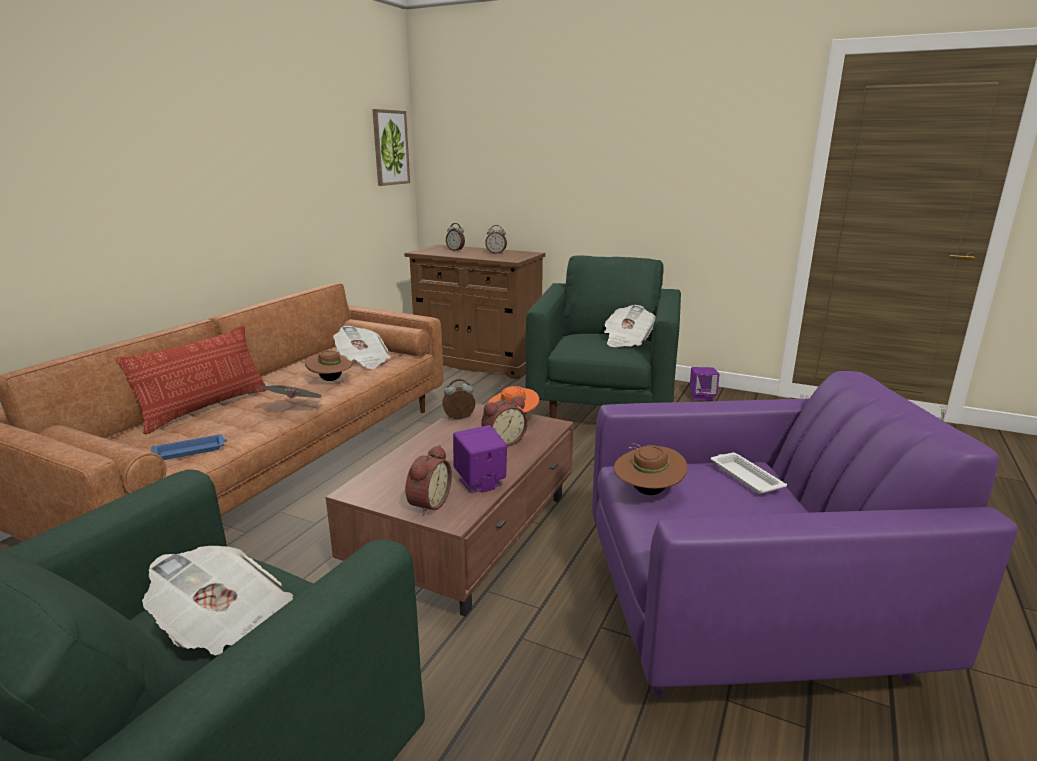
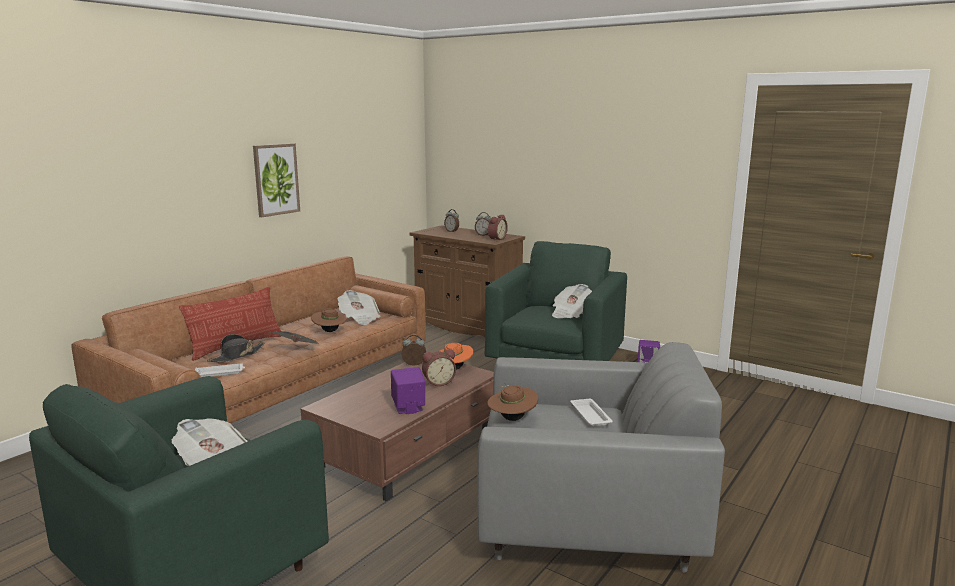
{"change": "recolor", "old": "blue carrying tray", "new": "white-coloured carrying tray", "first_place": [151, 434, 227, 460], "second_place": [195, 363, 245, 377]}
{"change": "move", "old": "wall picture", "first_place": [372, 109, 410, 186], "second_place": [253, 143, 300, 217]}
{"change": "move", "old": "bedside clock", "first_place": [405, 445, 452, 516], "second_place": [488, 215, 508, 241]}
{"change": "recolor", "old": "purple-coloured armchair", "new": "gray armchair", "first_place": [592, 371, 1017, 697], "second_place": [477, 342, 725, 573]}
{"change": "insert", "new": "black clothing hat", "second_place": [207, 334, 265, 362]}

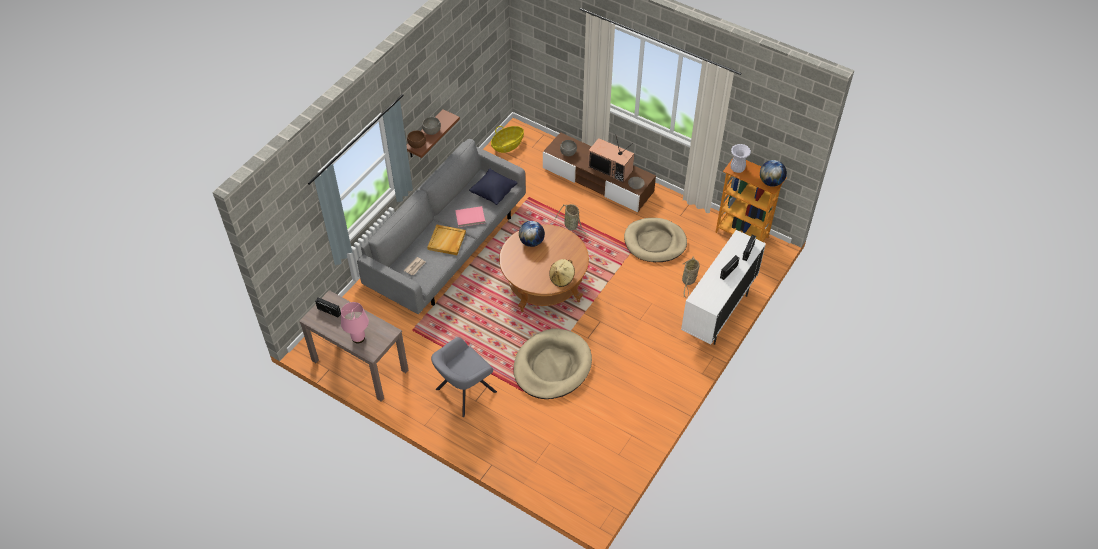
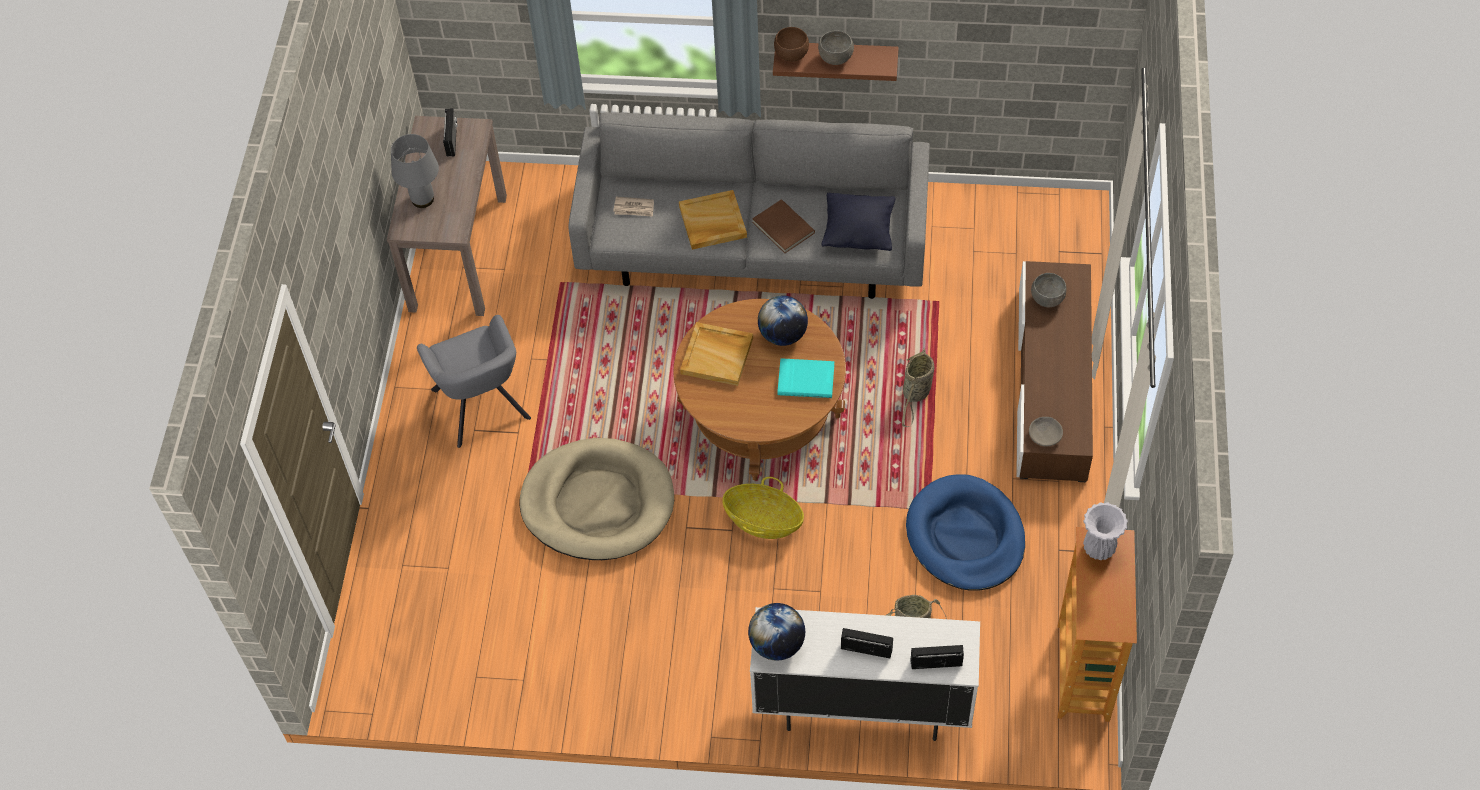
{"change": "recolor", "old": "pink tabletop lamp", "new": "gray tabletop lamp", "first_place": [341, 302, 369, 343], "second_place": [391, 134, 439, 208]}
{"change": "rotate", "old": "gray armchair", "first_place": [431, 337, 497, 417], "second_place": [417, 315, 531, 448], "degrees": -135}
{"change": "recolor", "old": "pink volume", "new": "brownish volume", "first_place": [455, 206, 485, 227], "second_place": [752, 199, 815, 253]}
{"change": "move", "old": "basket", "first_place": [491, 126, 524, 153], "second_place": [722, 477, 804, 539]}
{"change": "delete", "old": "beige clothing hat", "first_place": [549, 259, 575, 287]}
{"change": "delete", "old": "television", "first_place": [588, 133, 634, 182]}
{"change": "recolor", "old": "beige dog bed", "new": "blue dog bed", "first_place": [624, 218, 687, 262], "second_place": [906, 474, 1025, 591]}
{"change": "move", "old": "world globe", "first_place": [760, 160, 787, 187], "second_place": [748, 603, 805, 661]}
{"change": "insert", "new": "beige carrying tray", "second_place": [680, 322, 753, 386]}
{"change": "insert", "new": "turquoise-coloured volume", "second_place": [777, 358, 834, 398]}

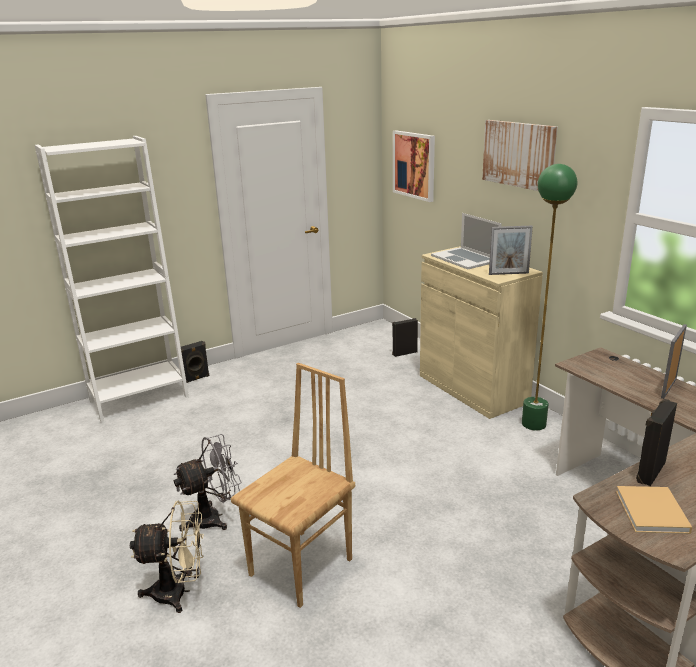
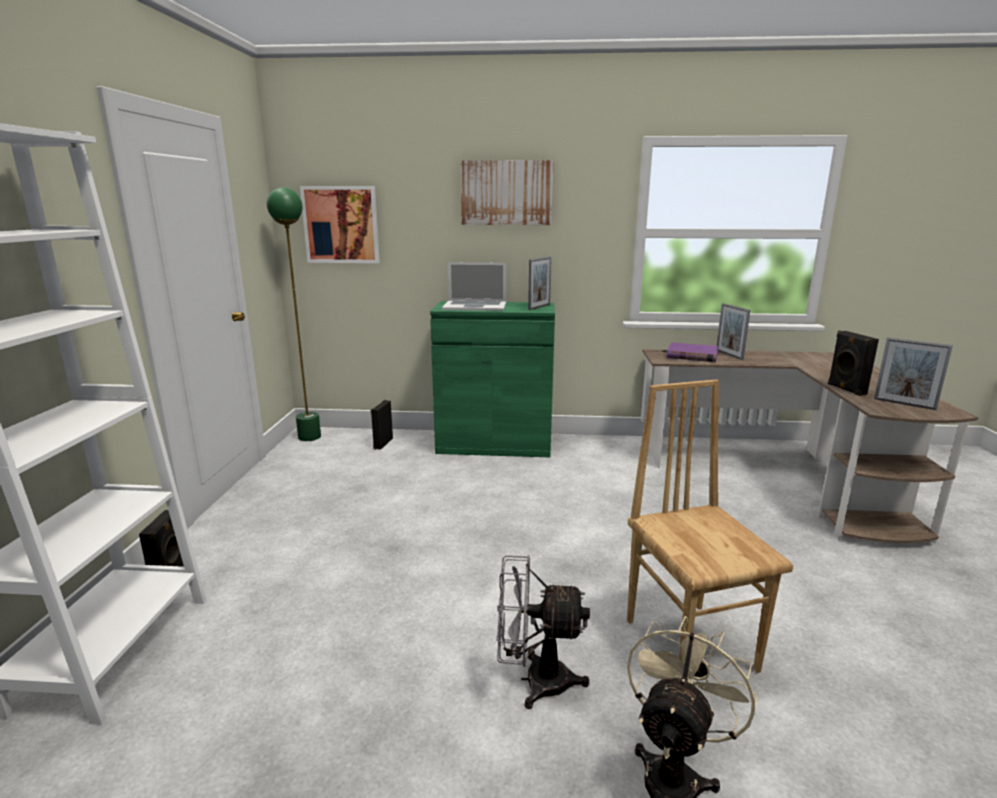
{"change": "rotate", "old": "gray electric fan", "first_place": [173, 434, 241, 531], "second_place": [496, 555, 590, 709], "degrees": -90}
{"change": "recolor", "old": "beige storage cabinet", "new": "green storage cabinet", "first_place": [420, 246, 543, 419], "second_place": [430, 301, 555, 457]}
{"change": "move", "old": "green standard lamp", "first_place": [522, 164, 577, 431], "second_place": [267, 187, 321, 441]}
{"change": "replace", "old": "beige volume", "new": "photo frame", "first_place": [616, 486, 692, 534], "second_place": [874, 337, 953, 410]}
{"change": "insert", "new": "purple-coloured volume", "second_place": [667, 342, 718, 362]}

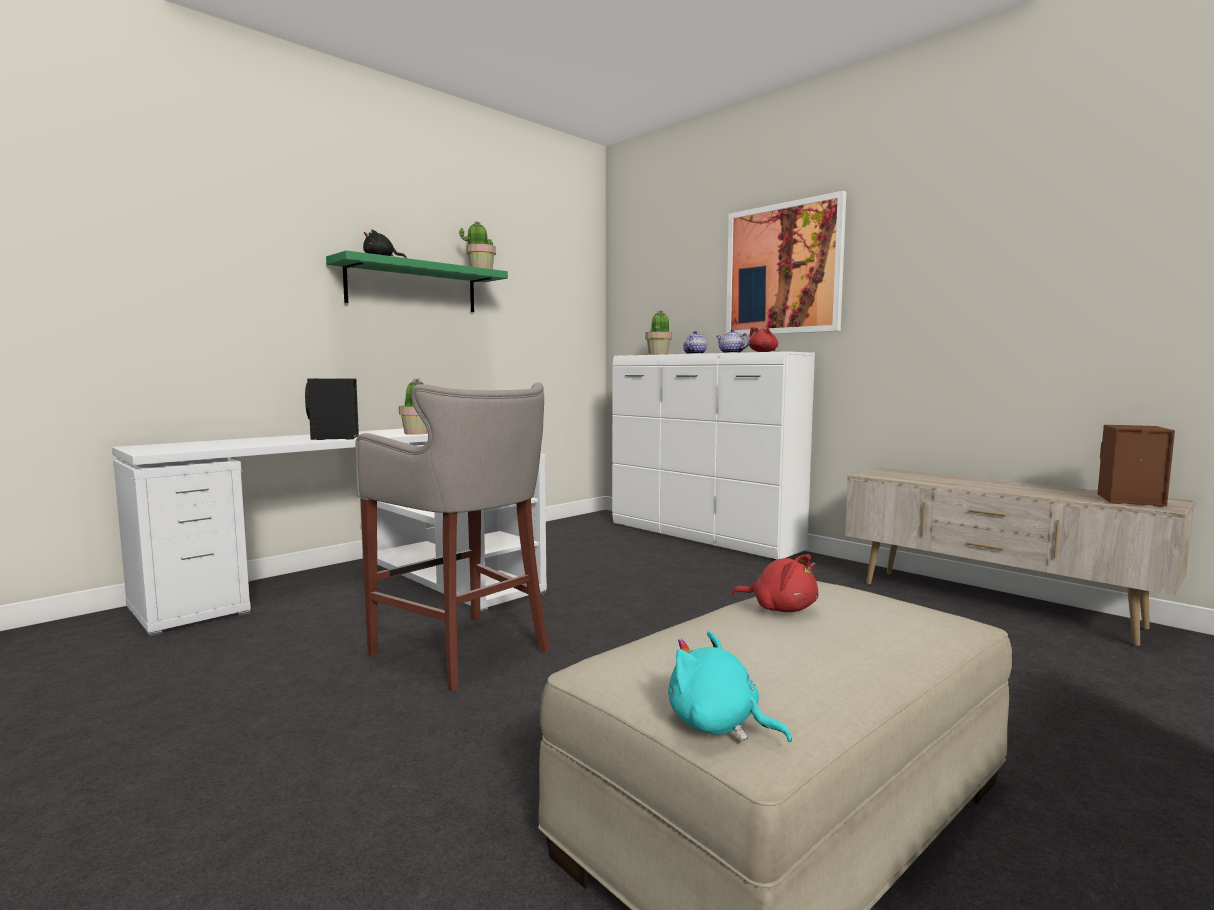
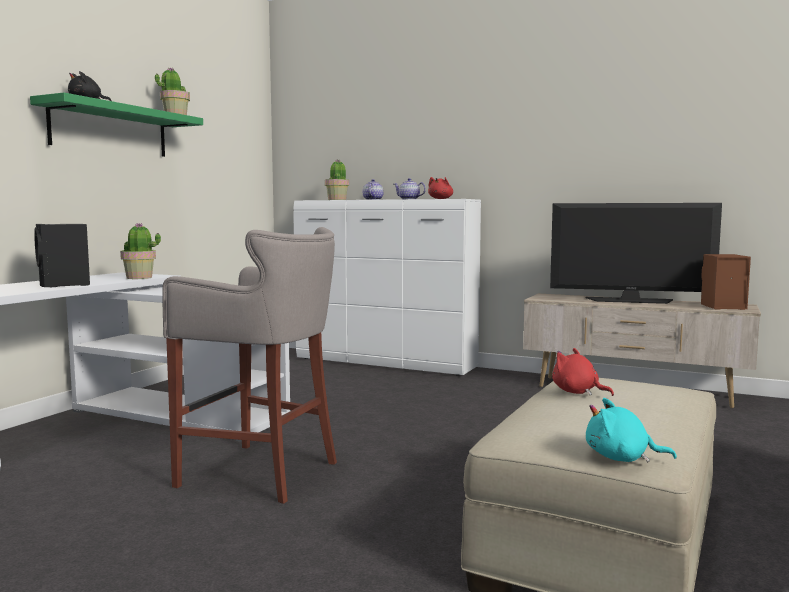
{"change": "delete", "old": "wall picture", "first_place": [726, 191, 846, 335]}
{"change": "rotate", "old": "red cuddly toy", "first_place": [732, 554, 818, 612], "second_place": [552, 348, 614, 396], "degrees": -150}
{"change": "insert", "new": "television", "second_place": [550, 203, 722, 304]}

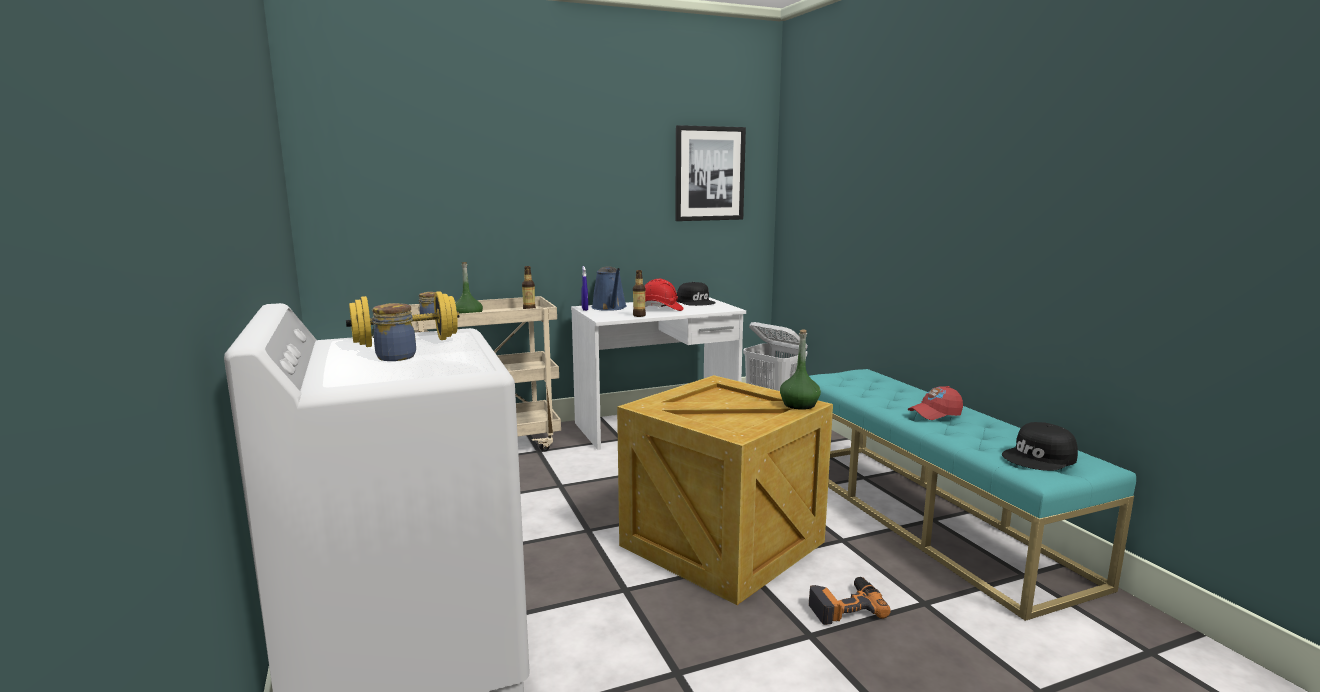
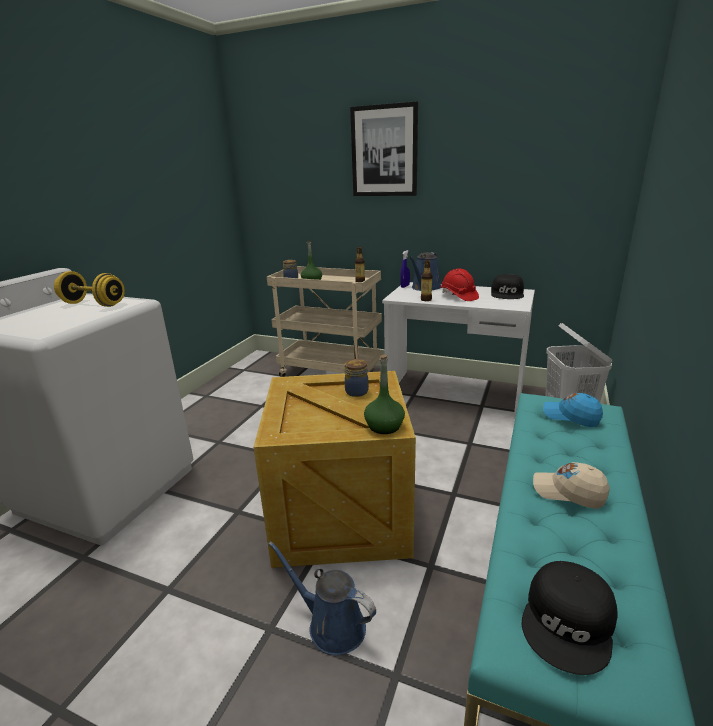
{"change": "move", "old": "preserve jar", "first_place": [372, 303, 416, 361], "second_place": [345, 359, 369, 397]}
{"change": "move", "old": "wall picture", "first_place": [675, 125, 746, 221], "second_place": [350, 101, 418, 196]}
{"change": "replace", "old": "electric drill", "new": "blue sprinkling can", "first_place": [809, 577, 891, 625], "second_place": [268, 541, 376, 655]}
{"change": "recolor", "old": "red baseball cap", "new": "beige baseball cap", "first_place": [908, 386, 963, 420], "second_place": [533, 462, 610, 509]}
{"change": "rotate", "old": "black baseball cap", "first_place": [1002, 422, 1078, 471], "second_place": [522, 561, 618, 675], "degrees": -75}
{"change": "insert", "new": "blue baseball cap", "second_place": [543, 393, 603, 427]}

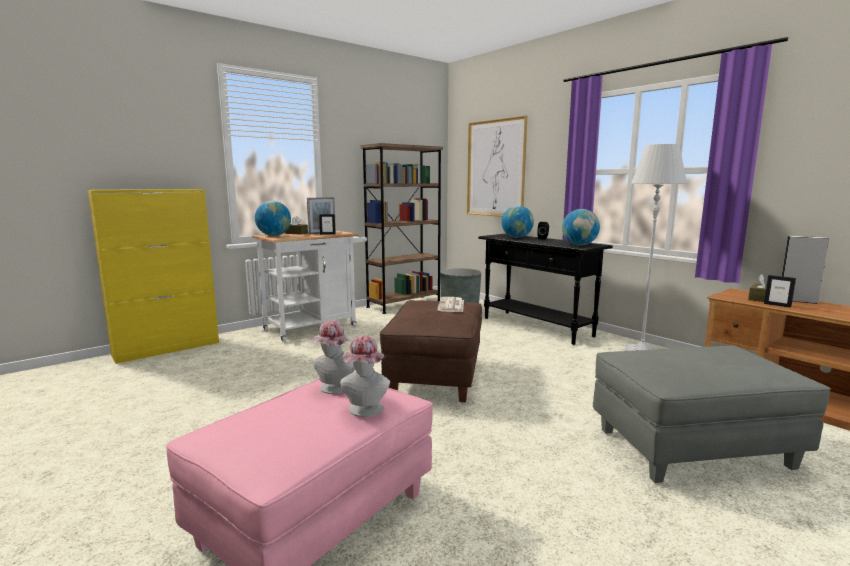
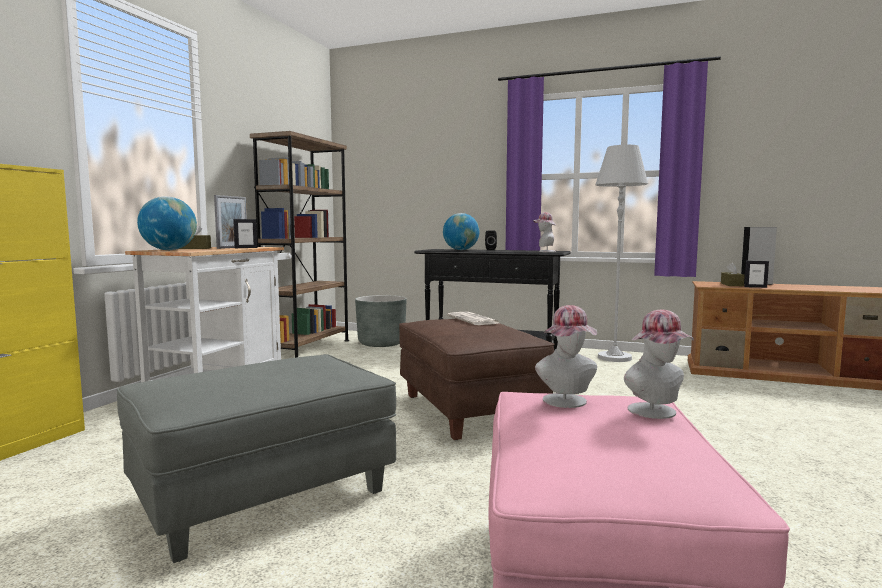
{"change": "delete", "old": "wall picture", "first_place": [467, 115, 527, 217]}
{"change": "replace", "old": "world globe", "new": "clothing hat", "first_place": [562, 209, 600, 246], "second_place": [533, 212, 556, 252]}
{"change": "move", "old": "gray ottoman", "first_place": [593, 345, 831, 483], "second_place": [117, 354, 396, 563]}

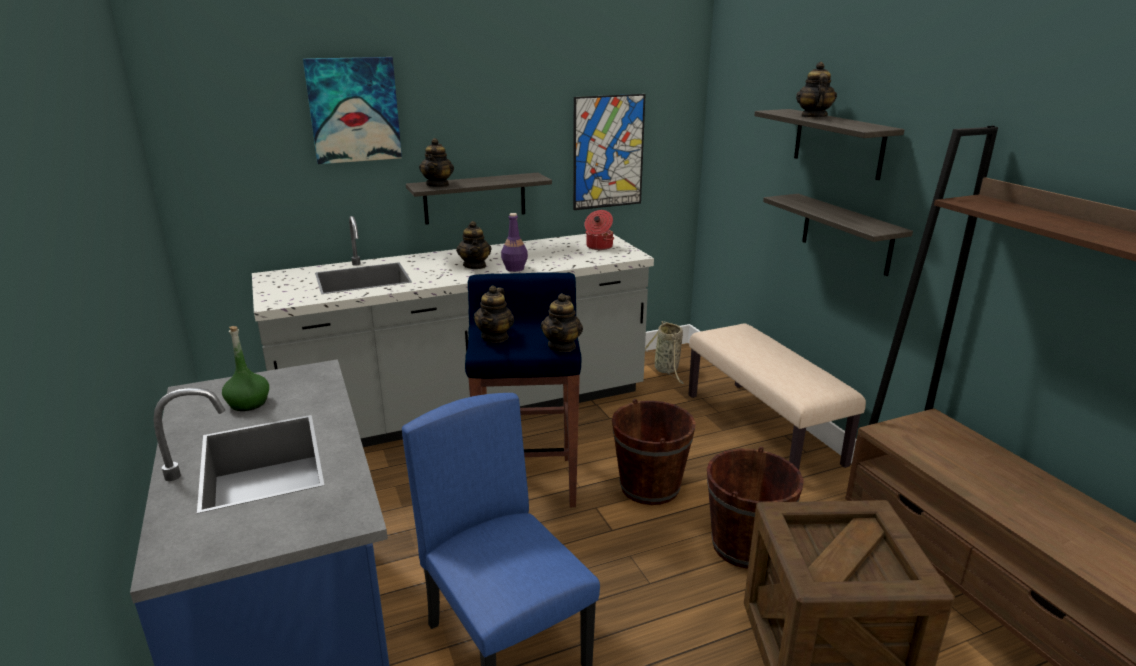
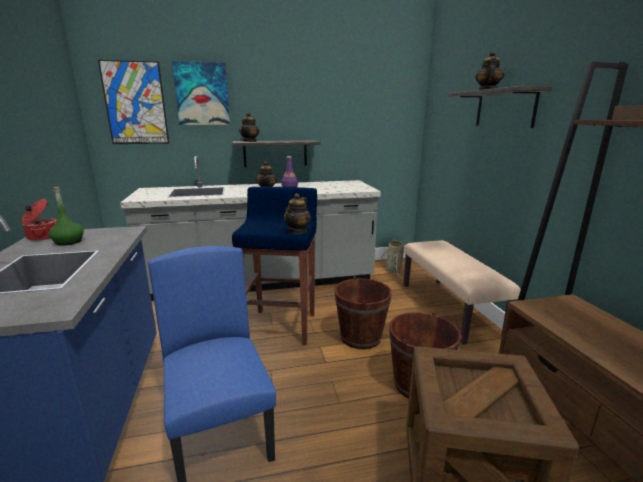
{"change": "delete", "old": "tea pot", "first_place": [474, 285, 514, 343]}
{"change": "move", "old": "wall picture", "first_place": [573, 94, 646, 210], "second_place": [98, 60, 169, 144]}
{"change": "move", "old": "stockpot", "first_place": [584, 210, 614, 250], "second_place": [22, 199, 57, 241]}
{"change": "delete", "old": "wall shelf", "first_place": [763, 194, 913, 276]}

